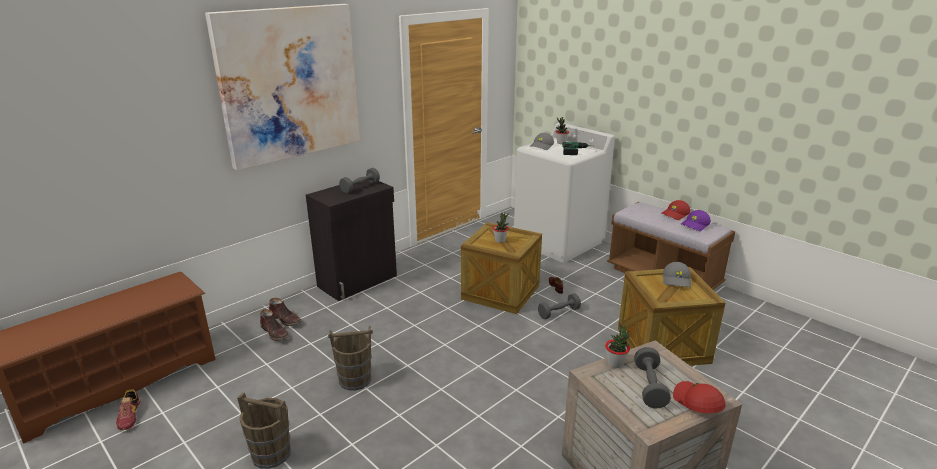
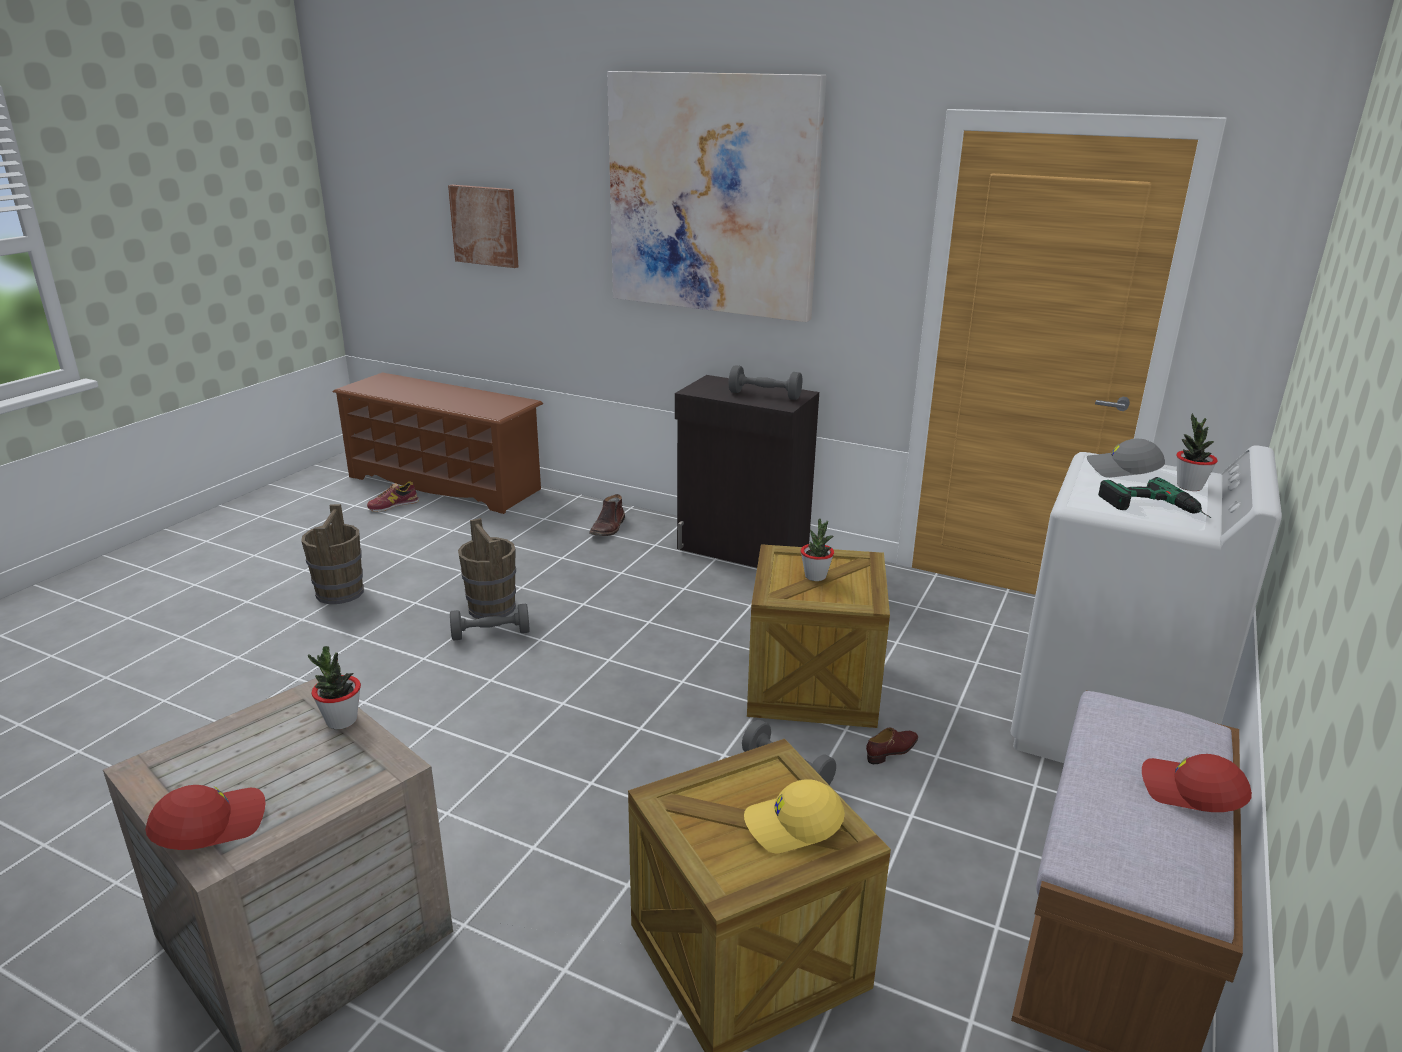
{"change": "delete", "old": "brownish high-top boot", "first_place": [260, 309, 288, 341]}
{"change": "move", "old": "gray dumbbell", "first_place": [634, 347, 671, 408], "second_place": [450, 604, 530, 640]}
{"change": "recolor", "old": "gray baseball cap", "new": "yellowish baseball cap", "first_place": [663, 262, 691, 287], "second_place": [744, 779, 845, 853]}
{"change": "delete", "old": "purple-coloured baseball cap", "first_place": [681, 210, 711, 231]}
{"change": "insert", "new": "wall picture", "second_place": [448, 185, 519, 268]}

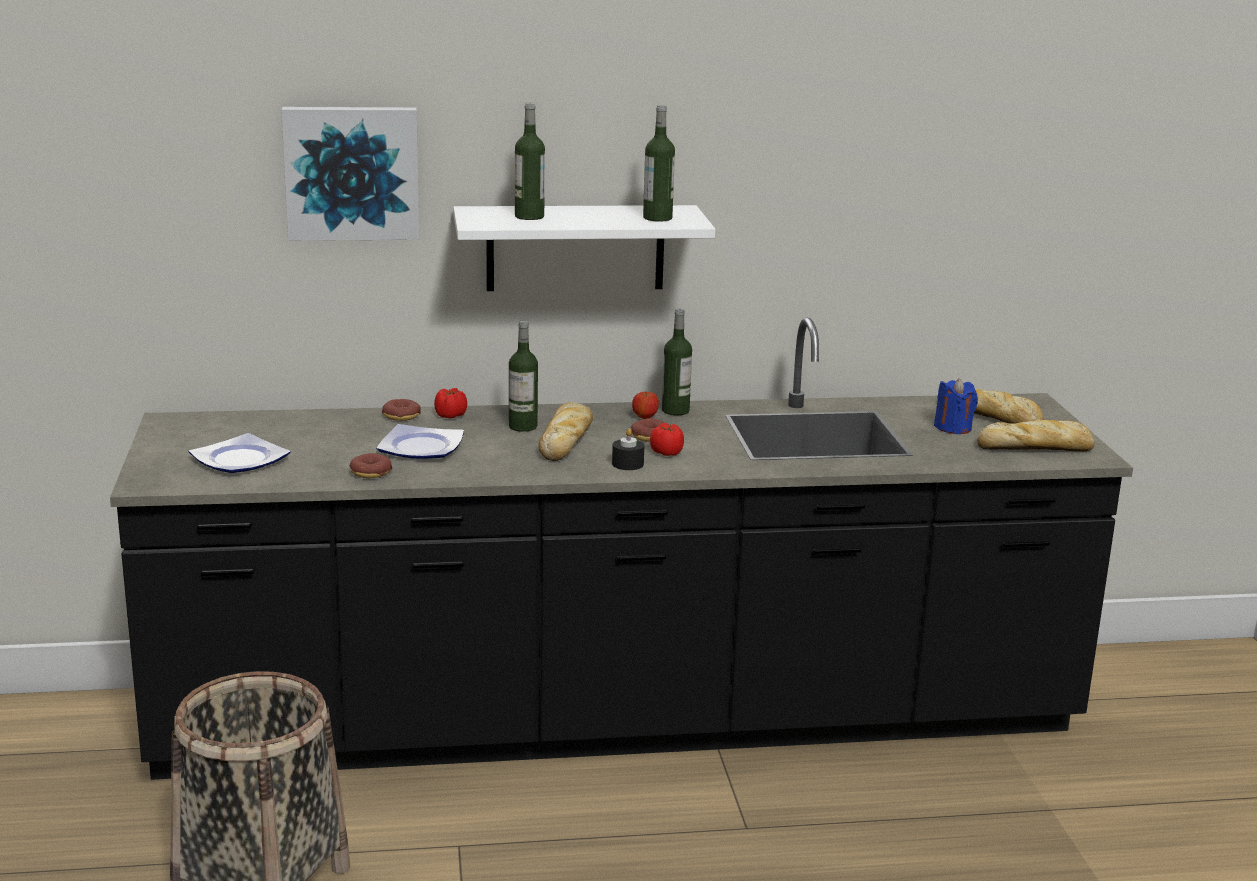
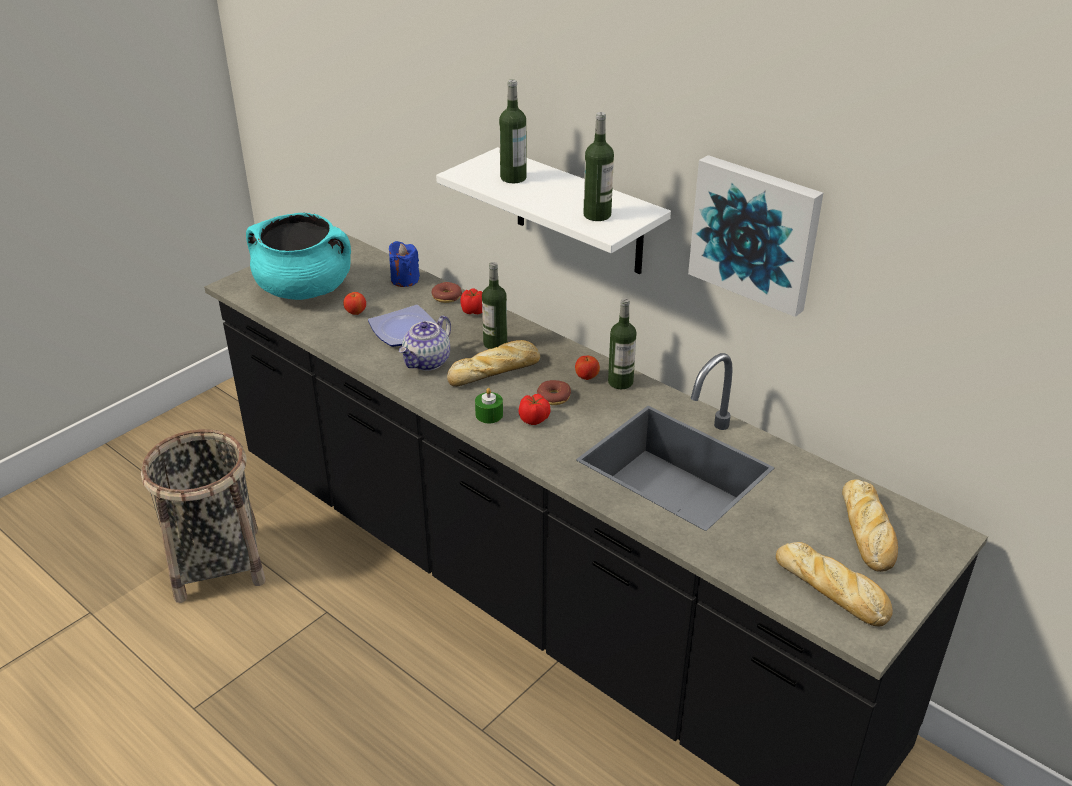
{"change": "replace", "old": "flat dish", "new": "turquoise-coloured stockpot", "first_place": [189, 433, 291, 473], "second_place": [246, 213, 351, 300]}
{"change": "move", "old": "wall picture", "first_place": [281, 107, 419, 241], "second_place": [688, 155, 823, 317]}
{"change": "delete", "old": "doughnut", "first_place": [350, 453, 392, 479]}
{"change": "recolor", "old": "black candle", "new": "green candle", "first_place": [612, 428, 644, 470], "second_place": [475, 388, 503, 423]}
{"change": "move", "old": "blue candle", "first_place": [934, 378, 978, 434], "second_place": [389, 241, 420, 287]}
{"change": "insert", "new": "apple fruit", "second_place": [343, 292, 366, 315]}
{"change": "insert", "new": "tea pot", "second_place": [399, 316, 451, 371]}

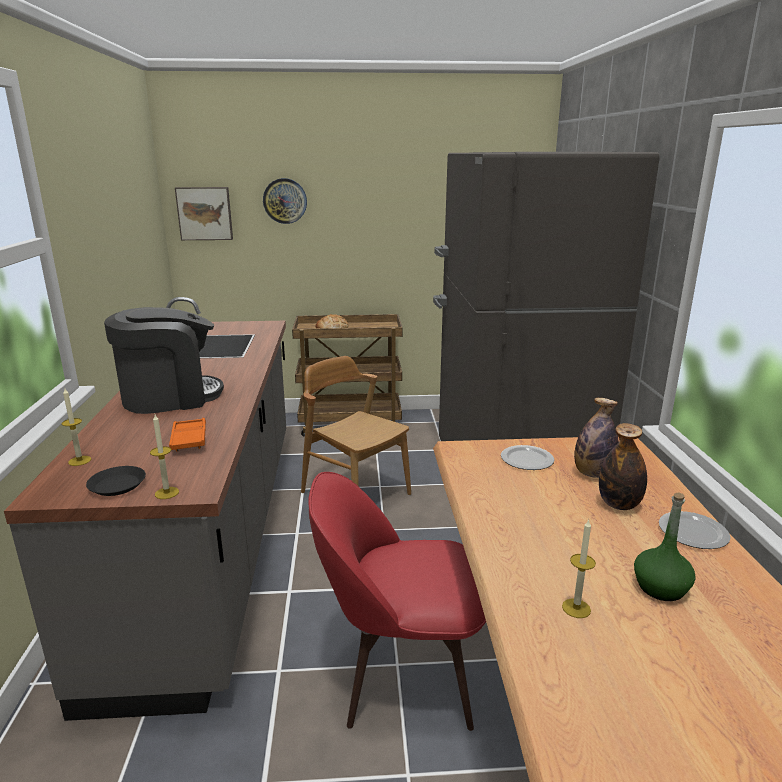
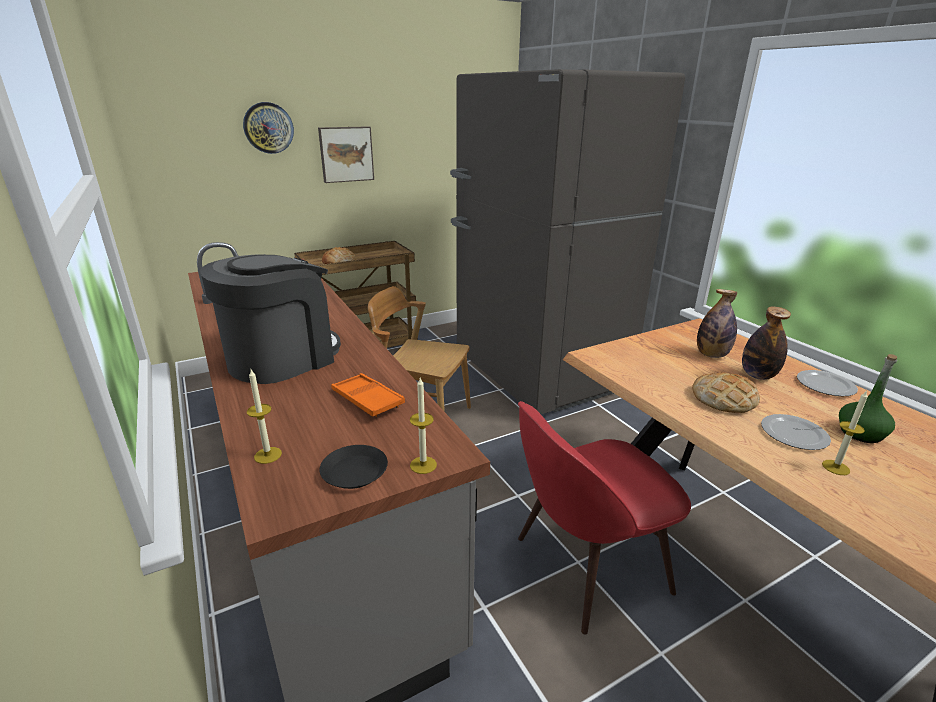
{"change": "move", "old": "wall picture", "first_place": [175, 187, 233, 240], "second_place": [318, 126, 374, 183]}
{"change": "move", "old": "flat dish", "first_place": [501, 445, 554, 470], "second_place": [761, 414, 831, 450]}
{"change": "insert", "new": "bakery bread", "second_place": [692, 373, 760, 413]}

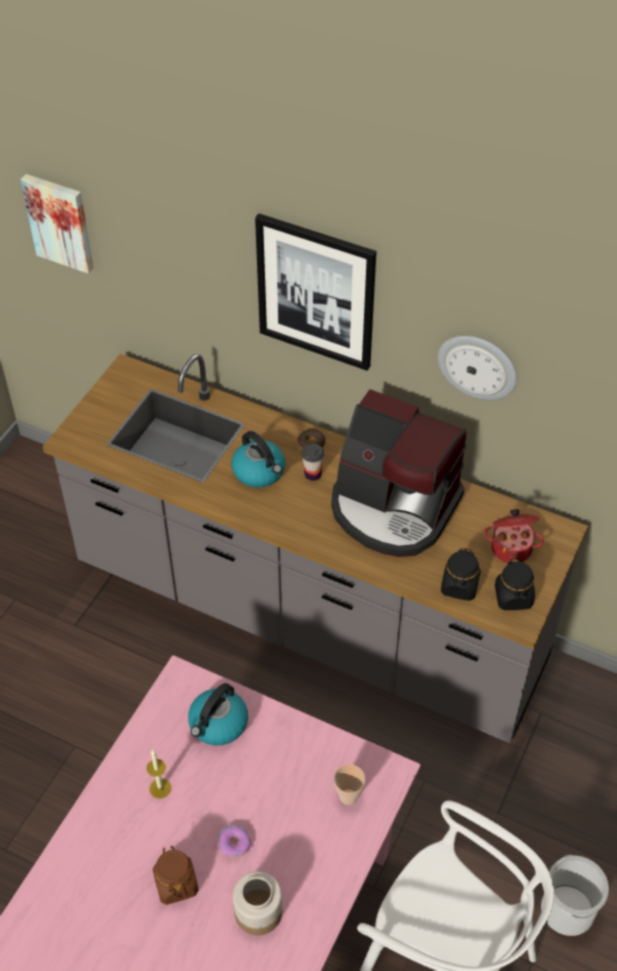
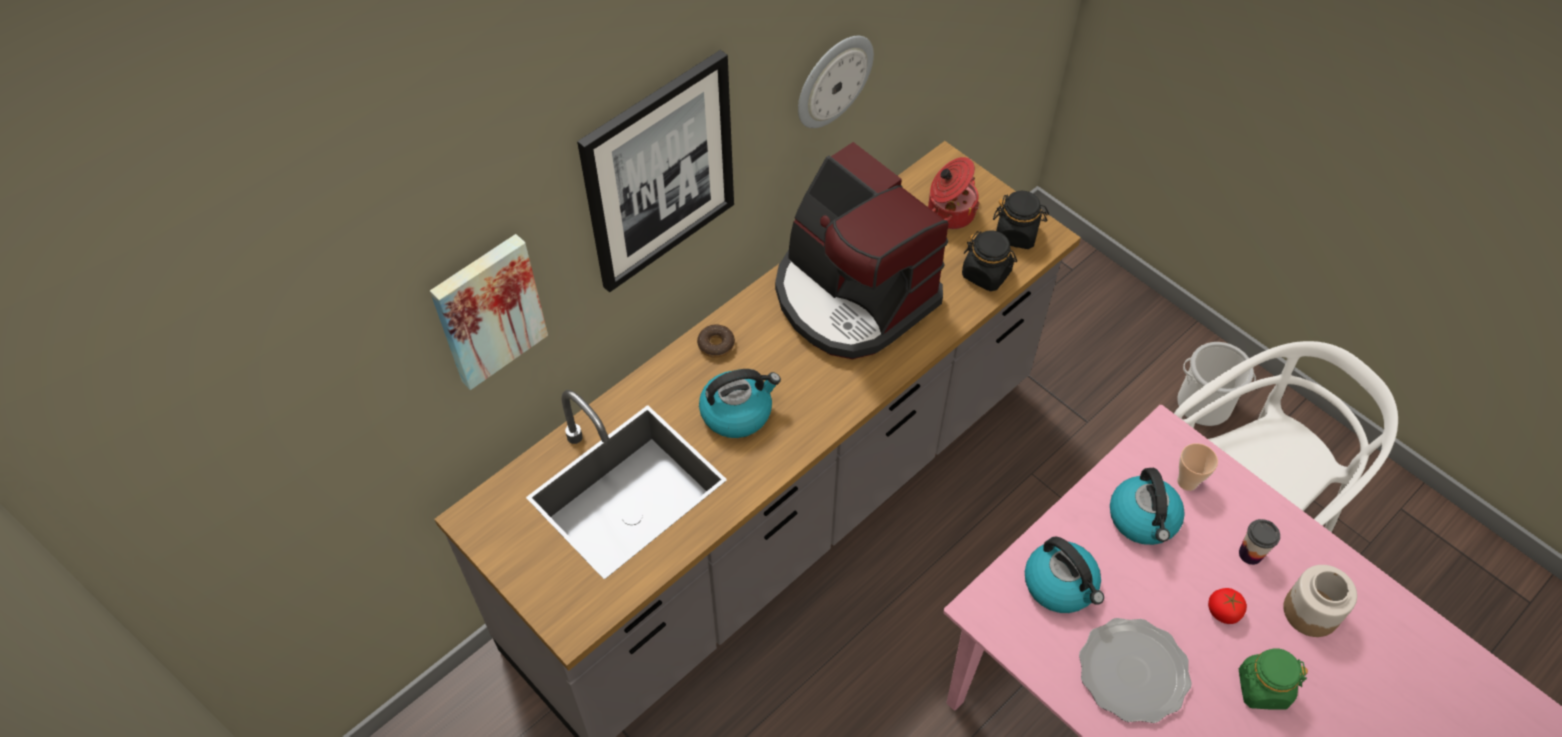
{"change": "move", "old": "wall picture", "first_place": [20, 174, 94, 274], "second_place": [430, 234, 548, 390]}
{"change": "replace", "old": "candle", "new": "flat dish", "first_place": [147, 750, 171, 799], "second_place": [1079, 618, 1192, 723]}
{"change": "recolor", "old": "brownish preserve jar", "new": "green preserve jar", "first_place": [153, 845, 198, 905], "second_place": [1239, 648, 1308, 710]}
{"change": "replace", "old": "doughnut", "new": "fresh tomato", "first_place": [218, 825, 251, 858], "second_place": [1208, 588, 1247, 624]}
{"change": "move", "old": "small cup", "first_place": [302, 444, 325, 481], "second_place": [1239, 519, 1280, 565]}
{"change": "rotate", "old": "coffee brewer", "first_place": [331, 389, 467, 557], "second_place": [775, 142, 948, 359], "degrees": 90}
{"change": "insert", "new": "kettle", "second_place": [1110, 468, 1185, 545]}

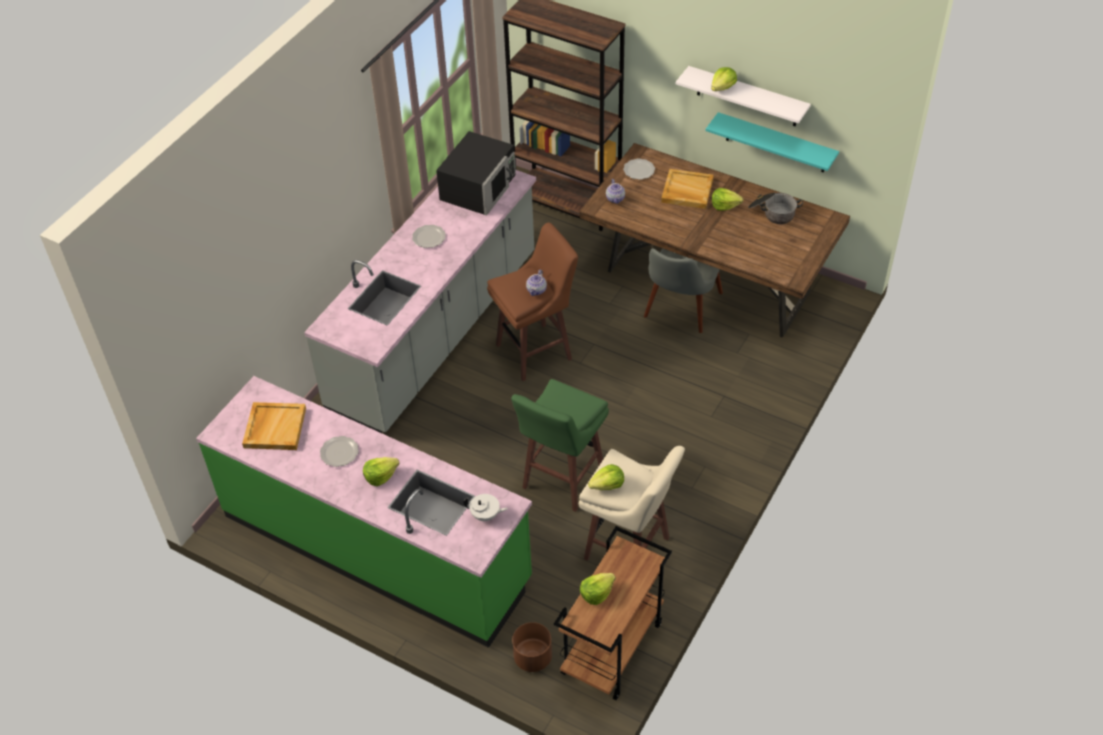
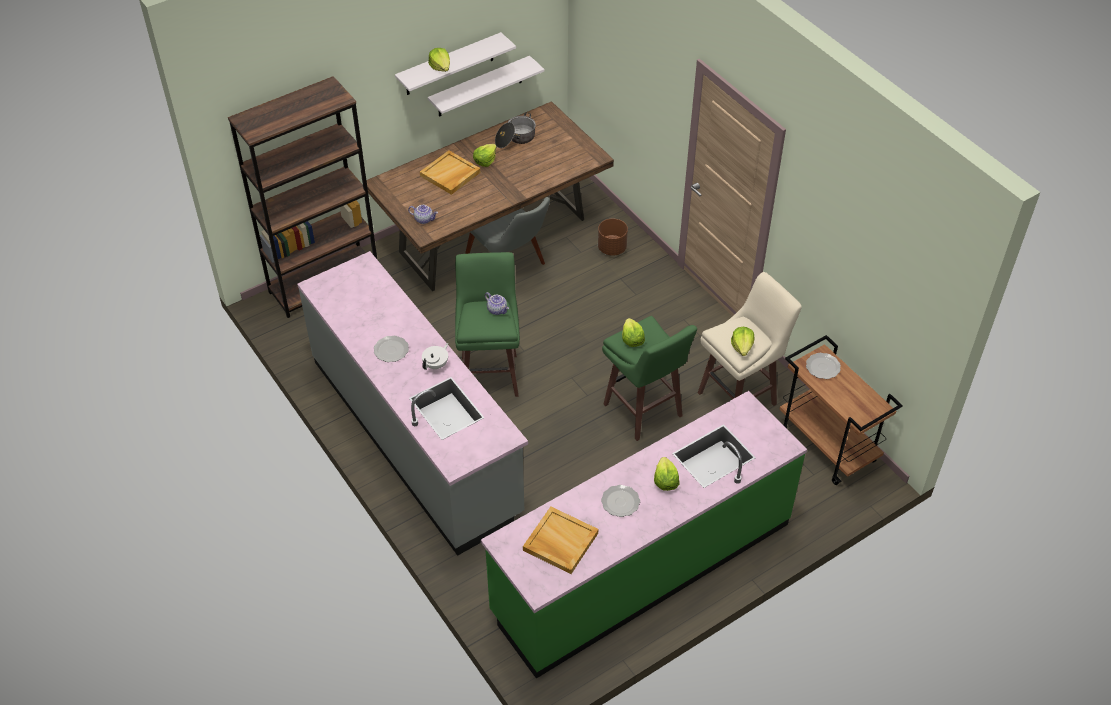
{"change": "delete", "old": "black kitchen microwave", "first_place": [436, 131, 516, 216]}
{"change": "move", "old": "white-coloured tea pot", "first_place": [463, 494, 508, 522], "second_place": [422, 343, 448, 370]}
{"change": "recolor", "old": "brownish sitting stool", "new": "green sitting stool", "first_place": [487, 222, 578, 381], "second_place": [455, 252, 520, 397]}
{"change": "move", "old": "brownish flower pot", "first_place": [512, 622, 552, 672], "second_place": [598, 219, 628, 256]}
{"change": "move", "old": "head of lettuce", "first_place": [580, 573, 616, 605], "second_place": [622, 318, 645, 347]}
{"change": "move", "old": "flat dish", "first_place": [623, 159, 655, 180], "second_place": [806, 353, 841, 379]}
{"change": "recolor", "old": "turquoise-coloured wall shelf", "new": "white-coloured wall shelf", "first_place": [706, 112, 839, 173], "second_place": [428, 56, 544, 117]}

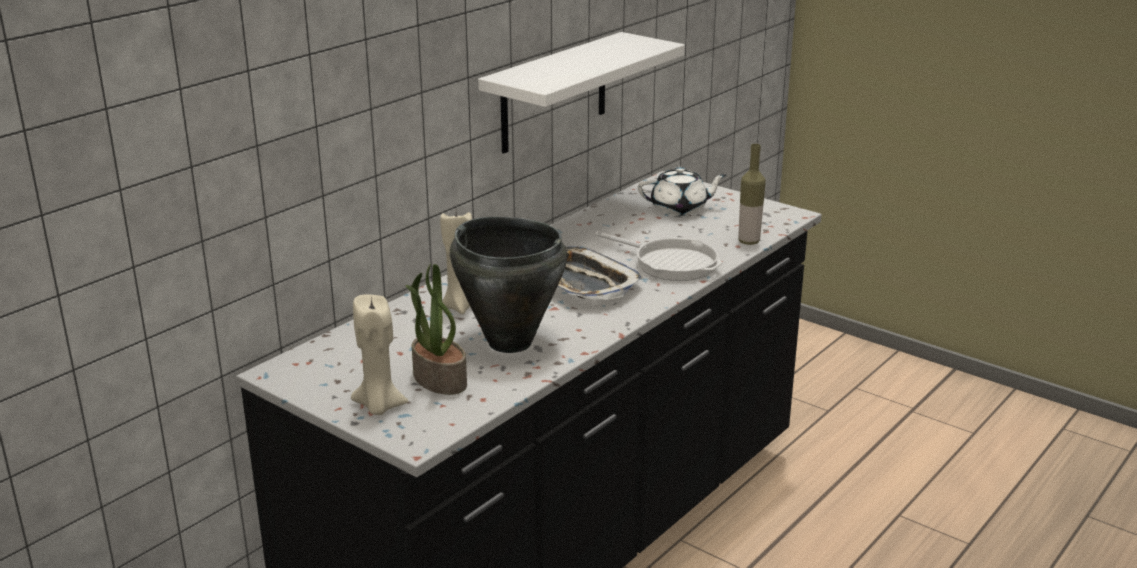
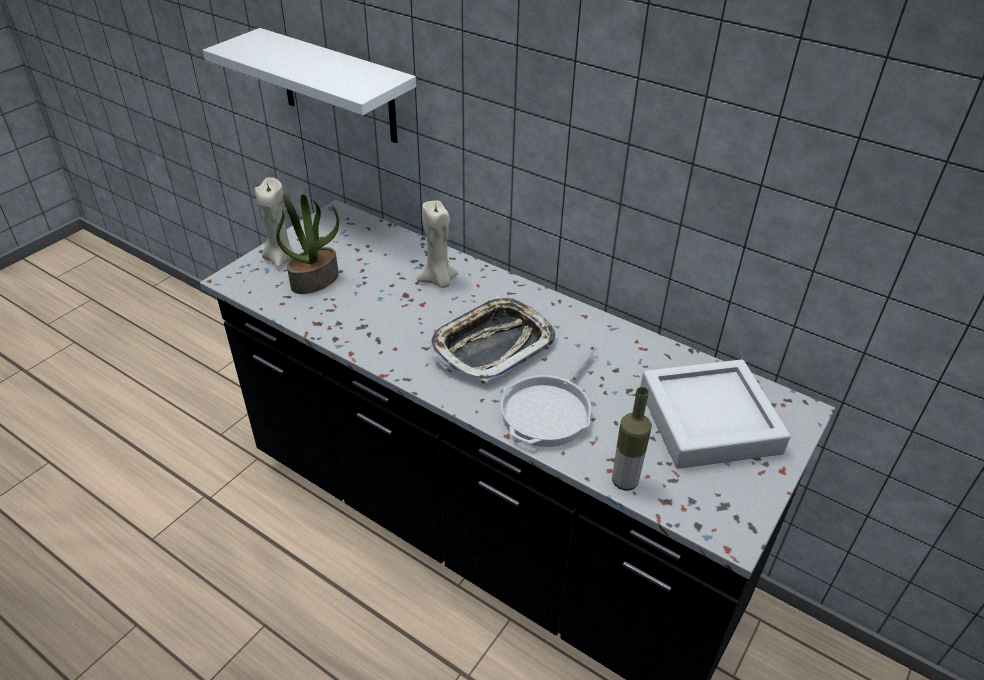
{"change": "delete", "old": "black stockpot", "first_place": [450, 217, 567, 353]}
{"change": "move", "old": "white-coloured wall shelf", "first_place": [478, 32, 685, 153], "second_place": [203, 28, 416, 143]}
{"change": "replace", "old": "white-coloured tea pot", "new": "gray carrying tray", "first_place": [638, 167, 727, 216], "second_place": [640, 359, 791, 469]}

